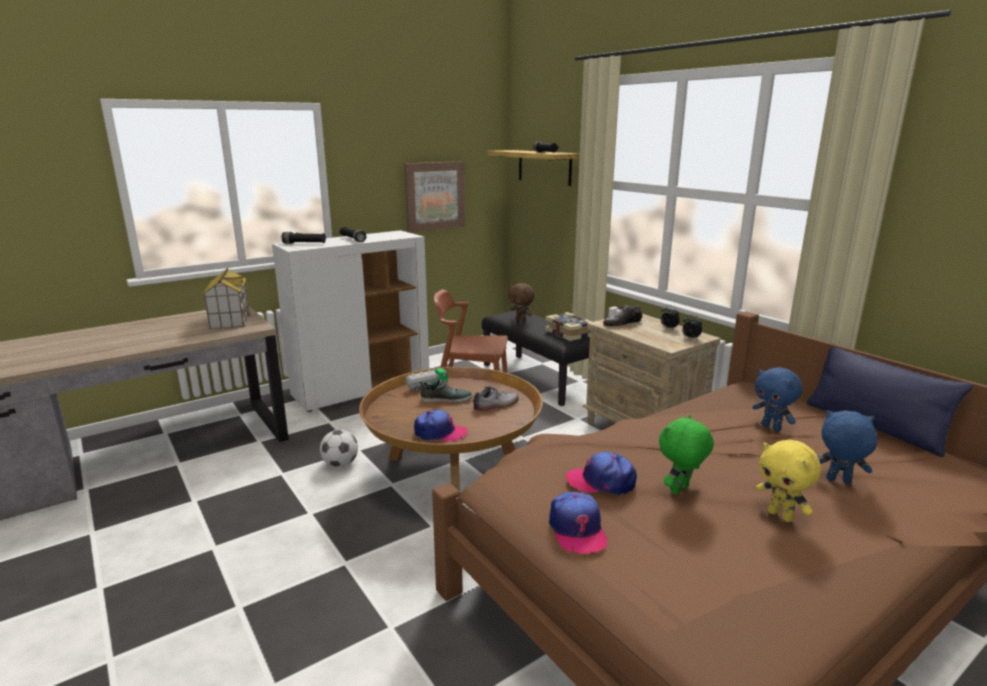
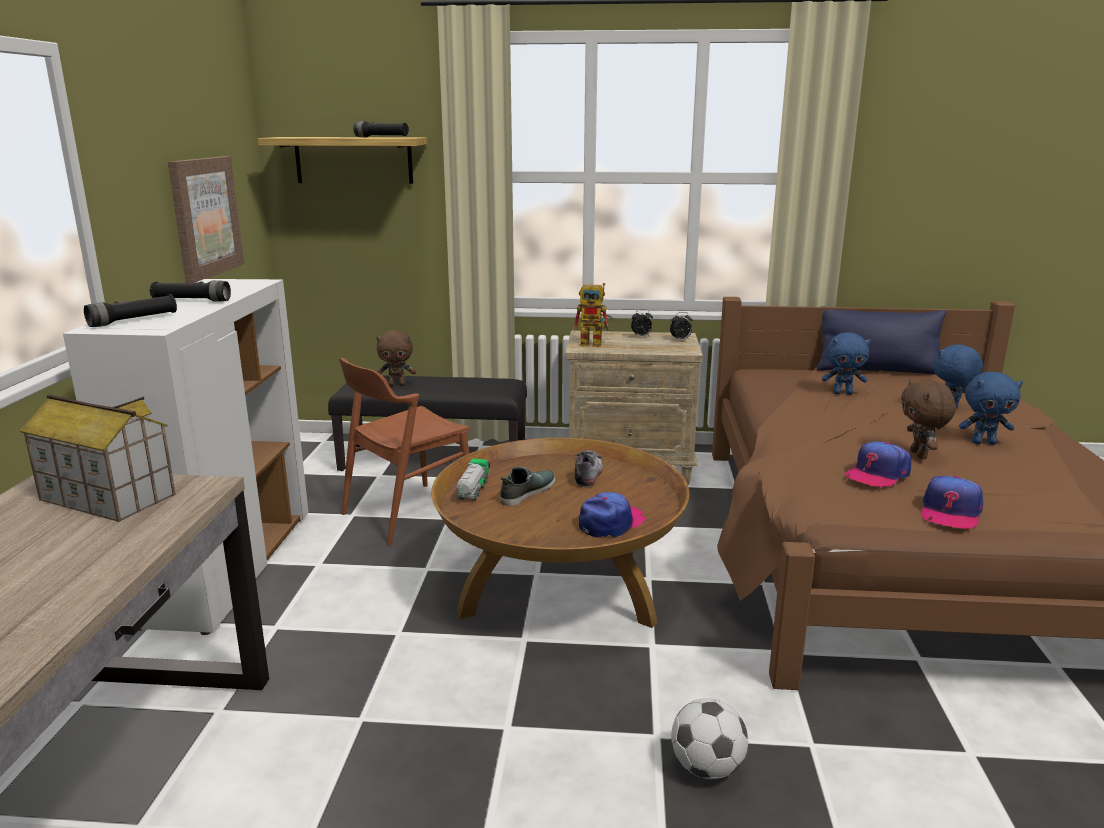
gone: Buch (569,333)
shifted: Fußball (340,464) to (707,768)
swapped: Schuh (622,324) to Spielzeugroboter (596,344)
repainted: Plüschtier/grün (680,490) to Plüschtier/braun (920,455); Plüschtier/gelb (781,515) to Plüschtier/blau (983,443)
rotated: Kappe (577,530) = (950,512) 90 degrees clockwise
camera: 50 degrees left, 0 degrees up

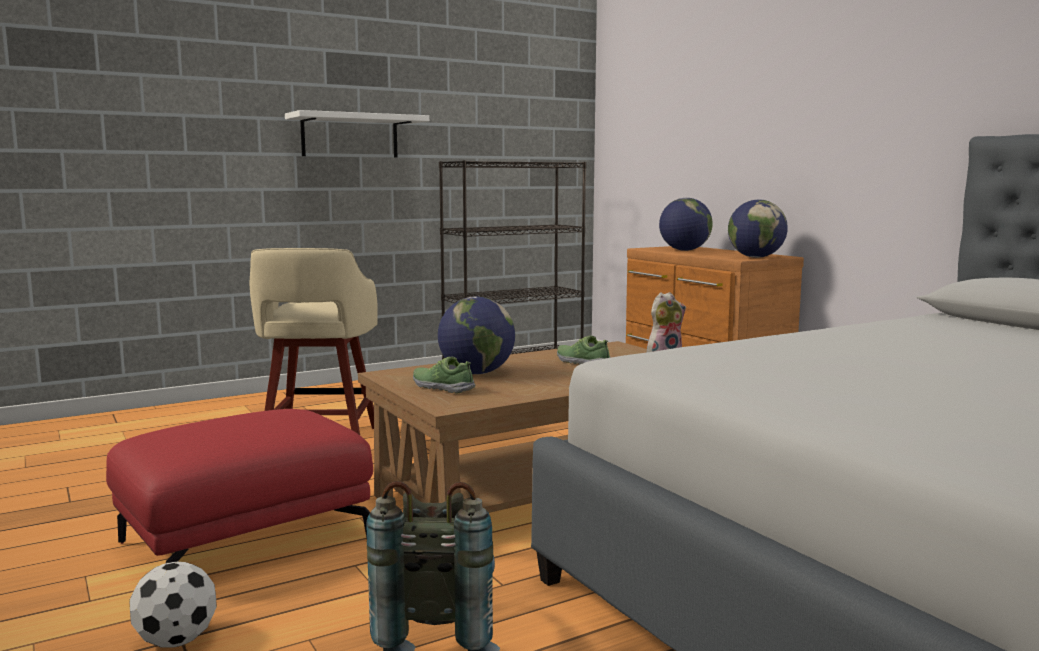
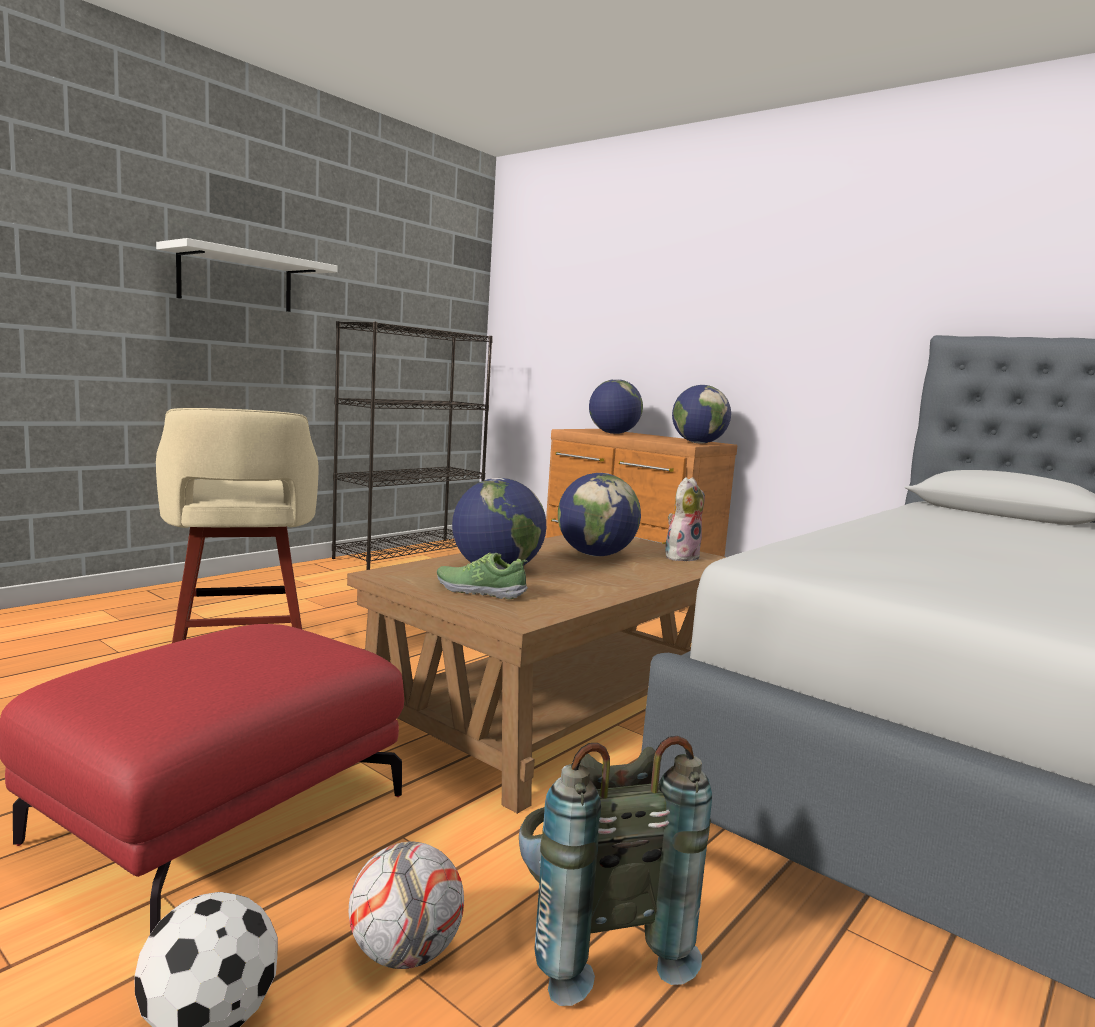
new: Fußball (404,953)
swapped: Schuh (582,362) to Globus (595,555)
camera: 20 degrees left, 0 degrees up

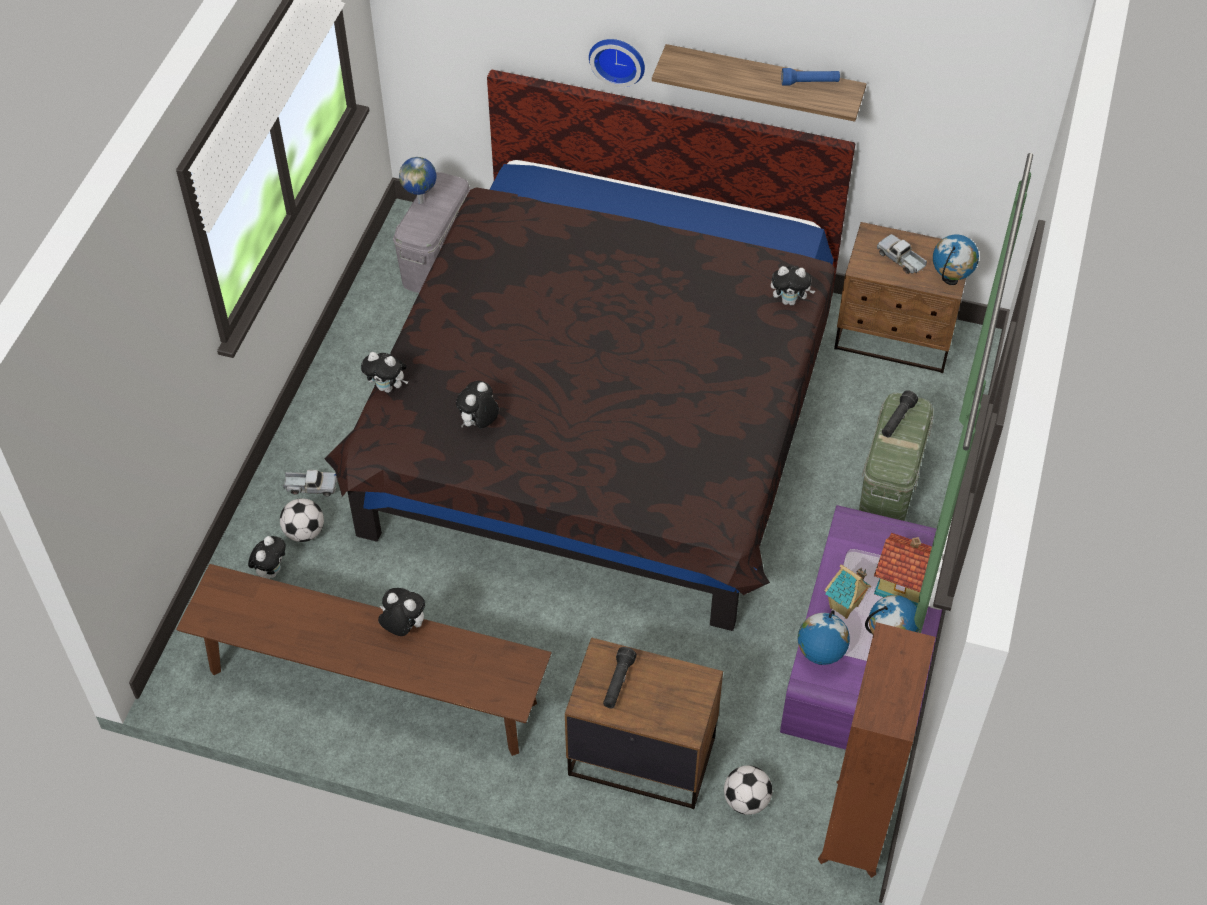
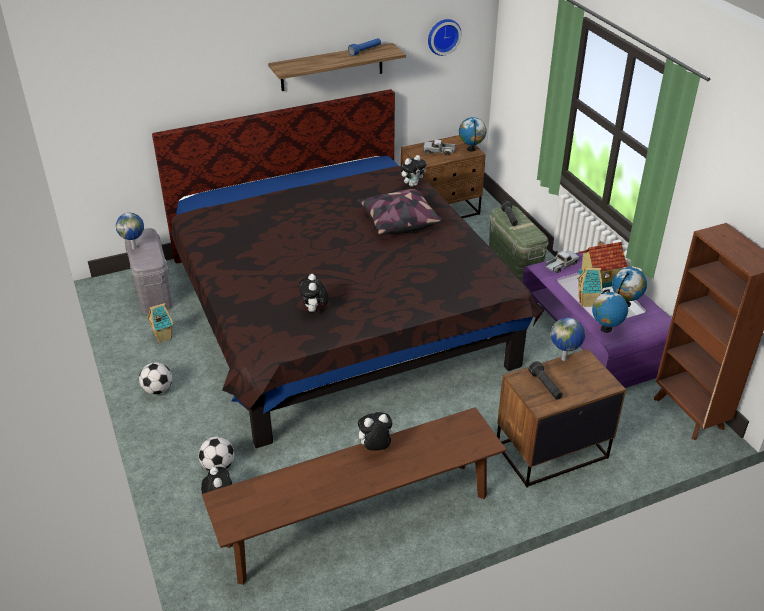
gone: Plüschtier (388,387)
new: Spielzeughaus (162,337); Kissen (399,221); Globus (564,359)
shifted: Spielzeuglaster (311,487) to (561,265); Wanduhr (618,59) to (443,36); Fußball (746,800) to (158,390)
camera: 40 degrees left, 15 degrees down

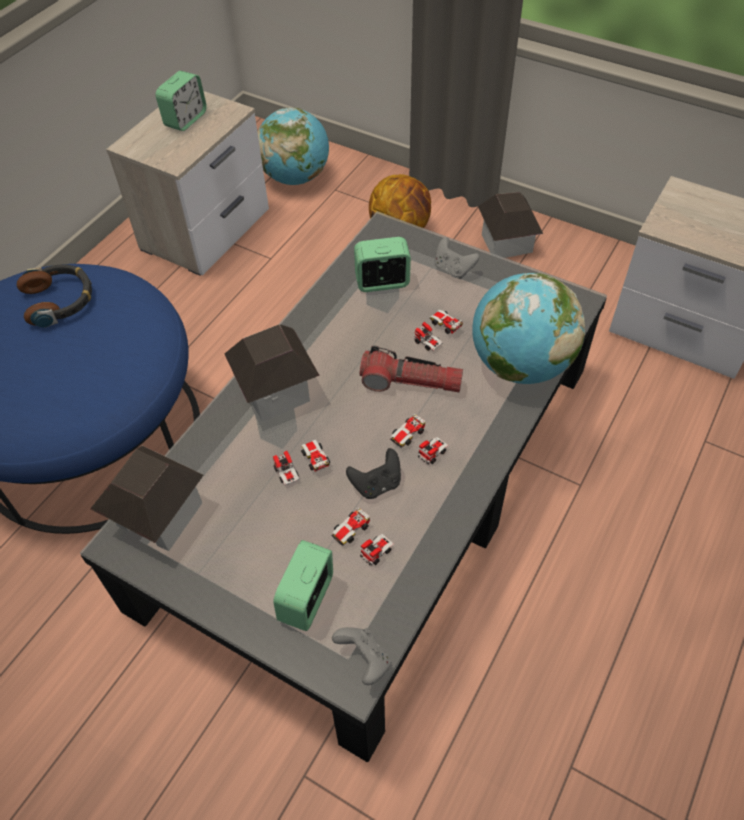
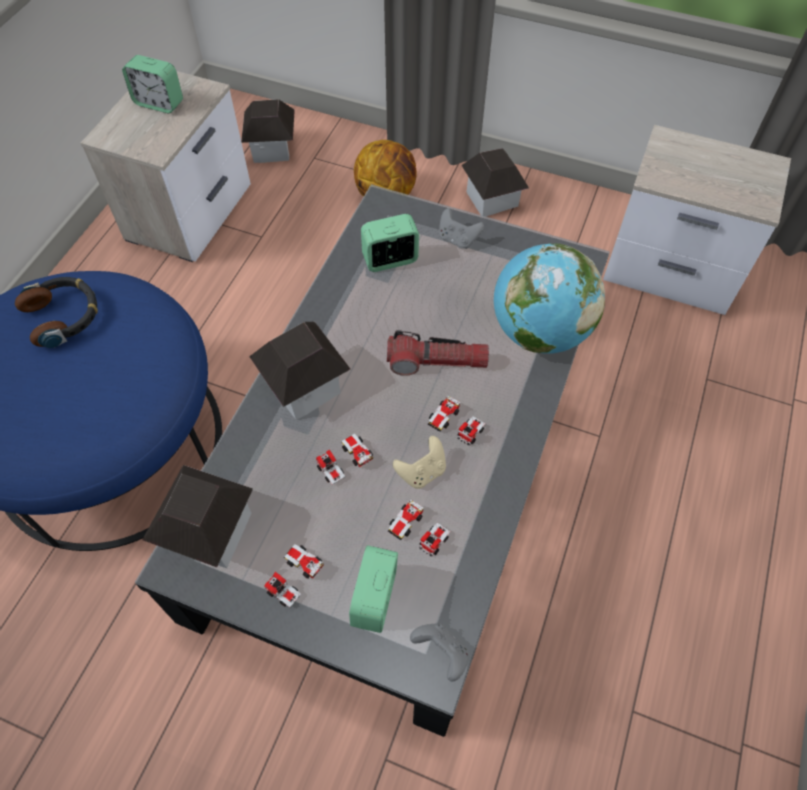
shifted: Spielzeugauto (436,333) to (293,577)
swapped: Globus (296,177) to Spielzeughaus (272,148)
repainted: Gamepad/schwarz (376,484) to Gamepad/beige (422,472)
rotated: Wecker (185,119) = (159,103) 90 degrees clockwise
camera: 10 degrees left, 5 degrees up

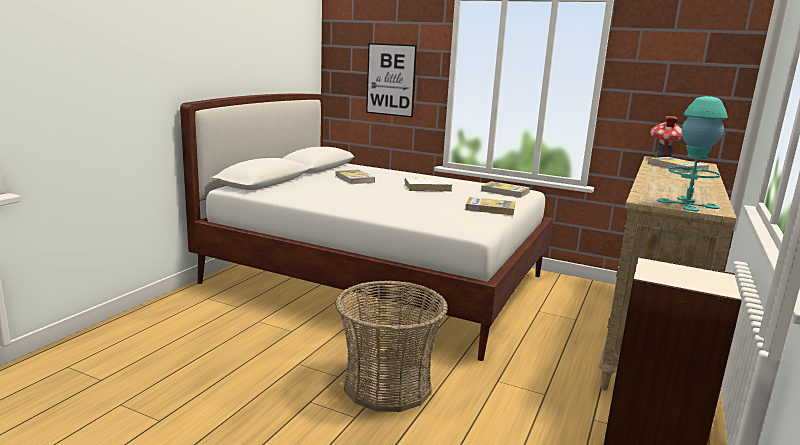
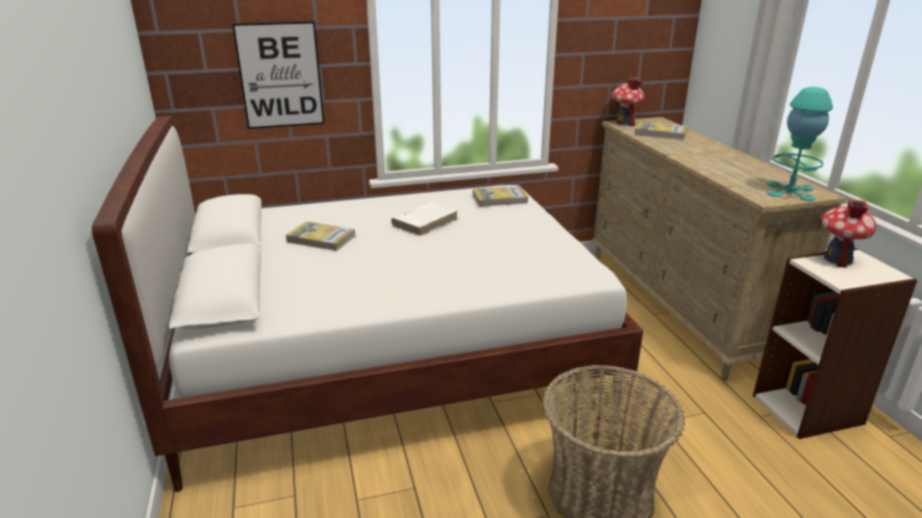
gone: Buch (490,208)
new: Spielzeughaus (837,259)
camera: 40 degrees left, 10 degrees up

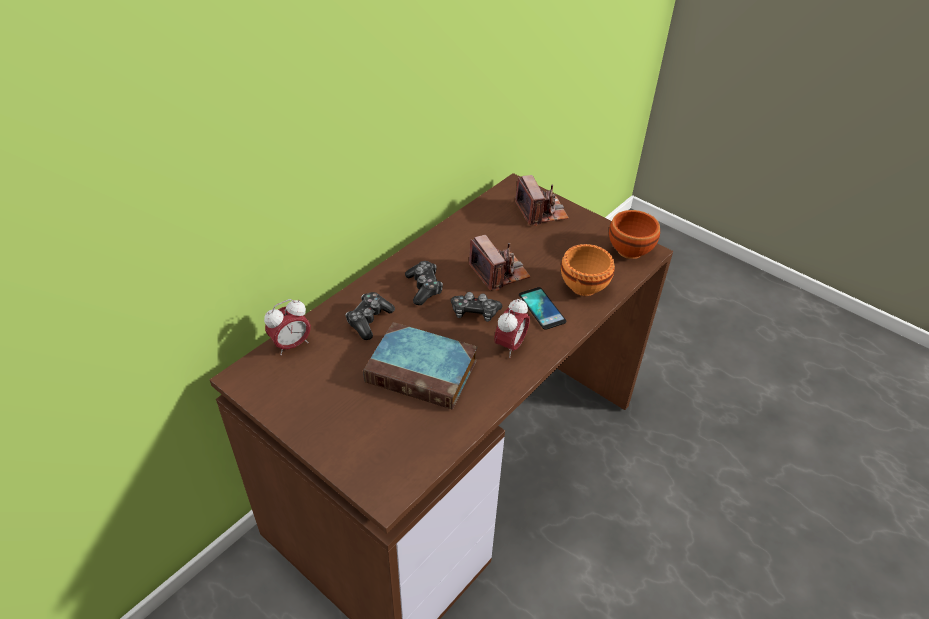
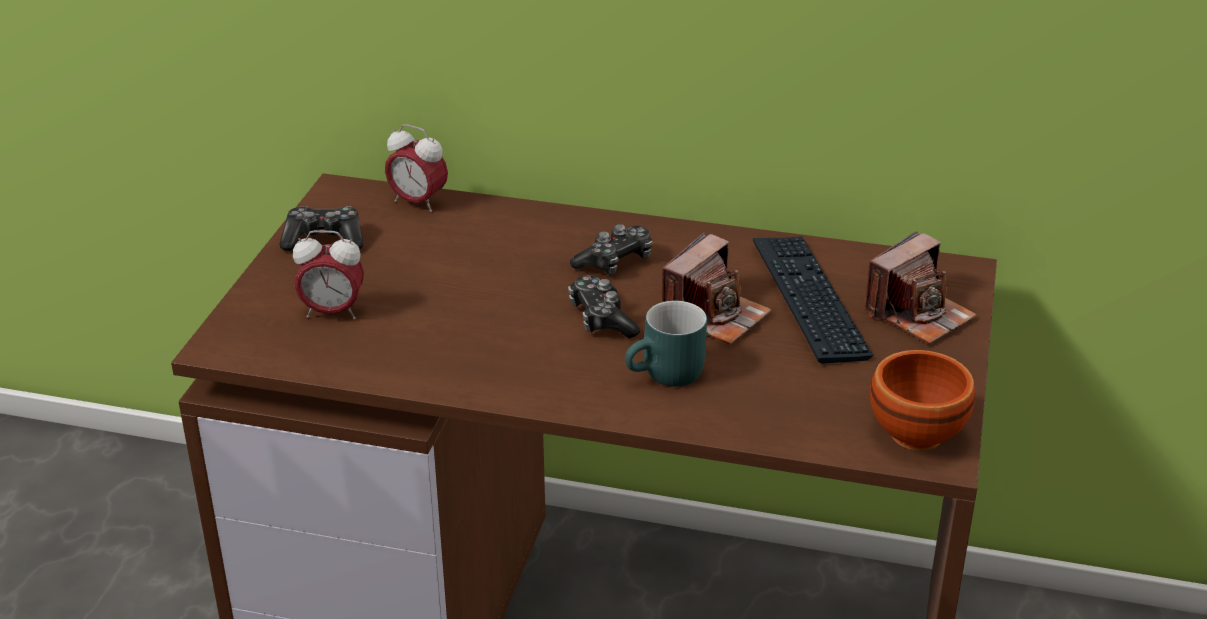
gone: Buch (424,371); Schüssel/orange (583,288)
new: Tastatur (809,300)
shifted: Gamepad (369,320) to (324,240); Wecker (510,346) to (332,312)
swapped: Handy (542,309) to Henkelbecher/türkis (667,377)
camera: 65 degrees right, 10 degrees down

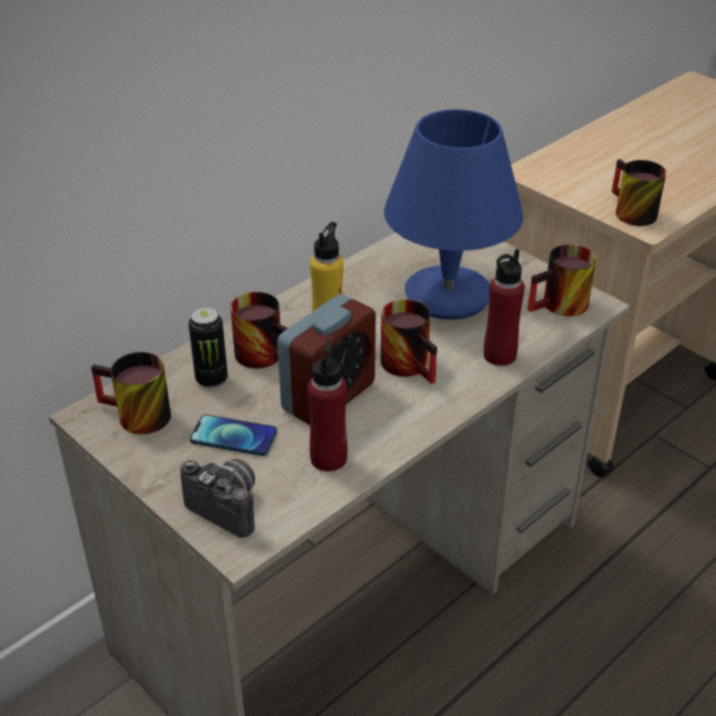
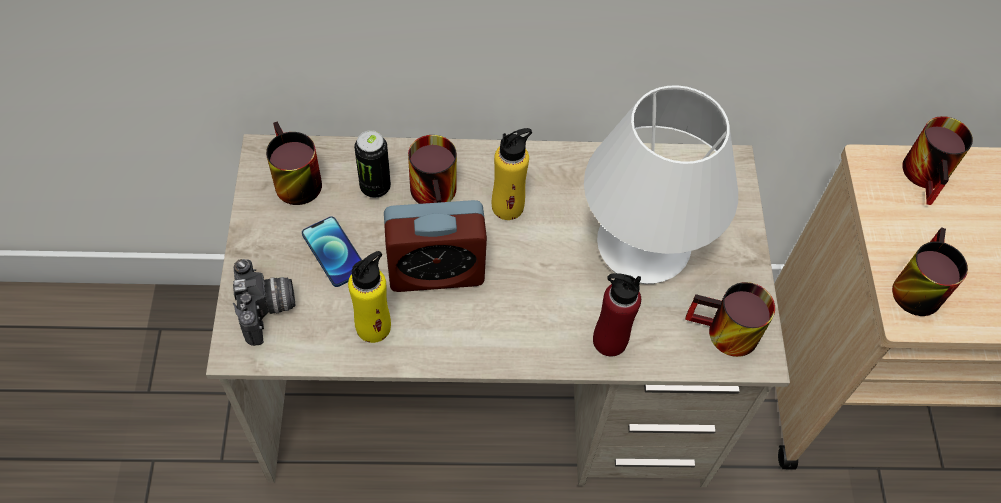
shifted: Henkelbecher (413,364) to (929,177)
repainted: Flasche/rot (328,458) to Flasche/gelb (373,327); Tischlampe/blau (447,295) to Tischlampe/weiß (641,245)
camera: 40 degrees right, 20 degrees up

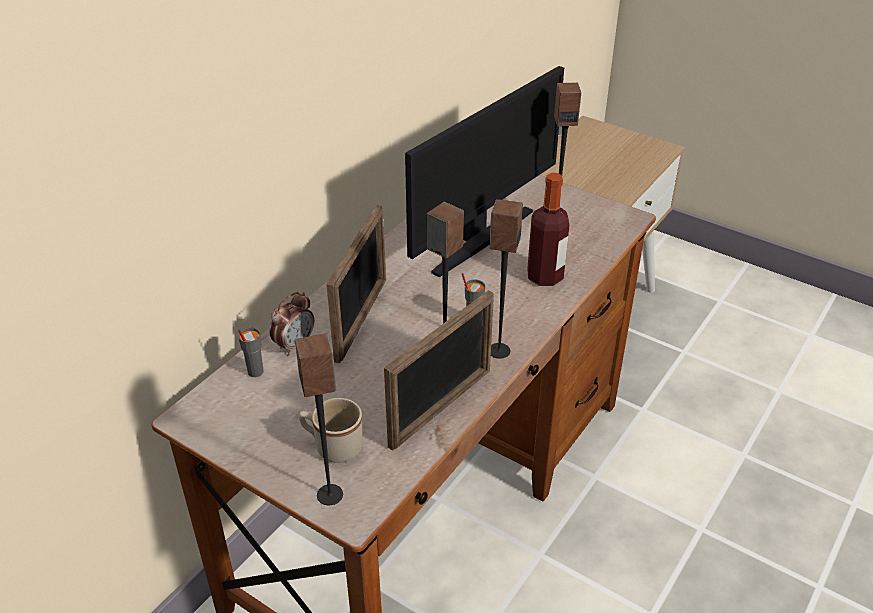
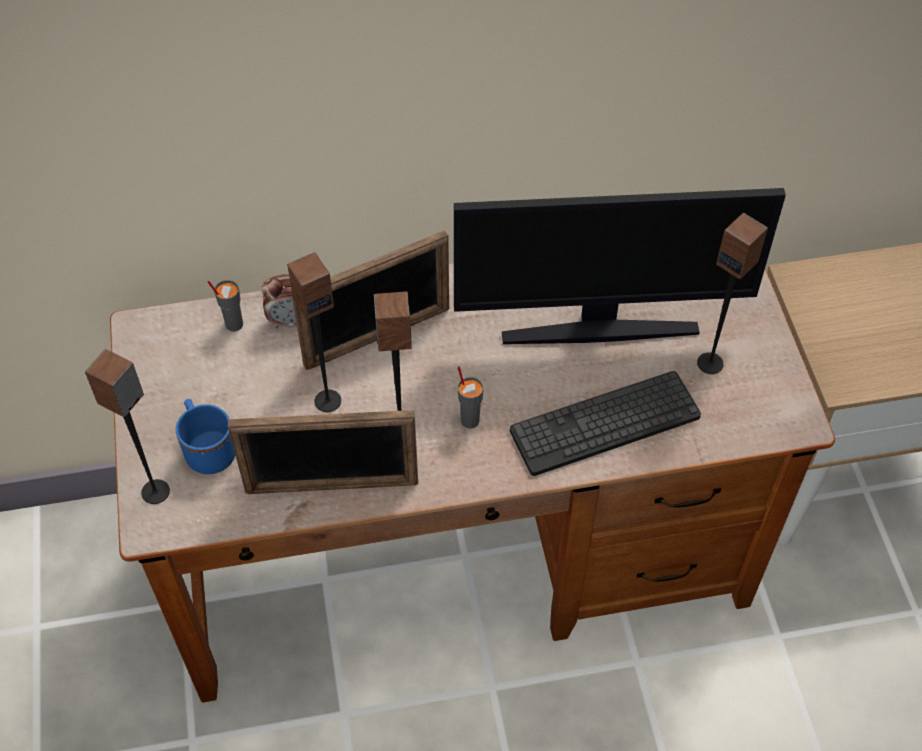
shifted: Lautsprecher (498,350) to (327,400)
swapped: Flasche (545,276) to Tastatur (605,424)
repainted: Henkelbecher/beige (332,446) to Henkelbecher/blau (208,448)
camera: 45 degrees right, 15 degrees up

